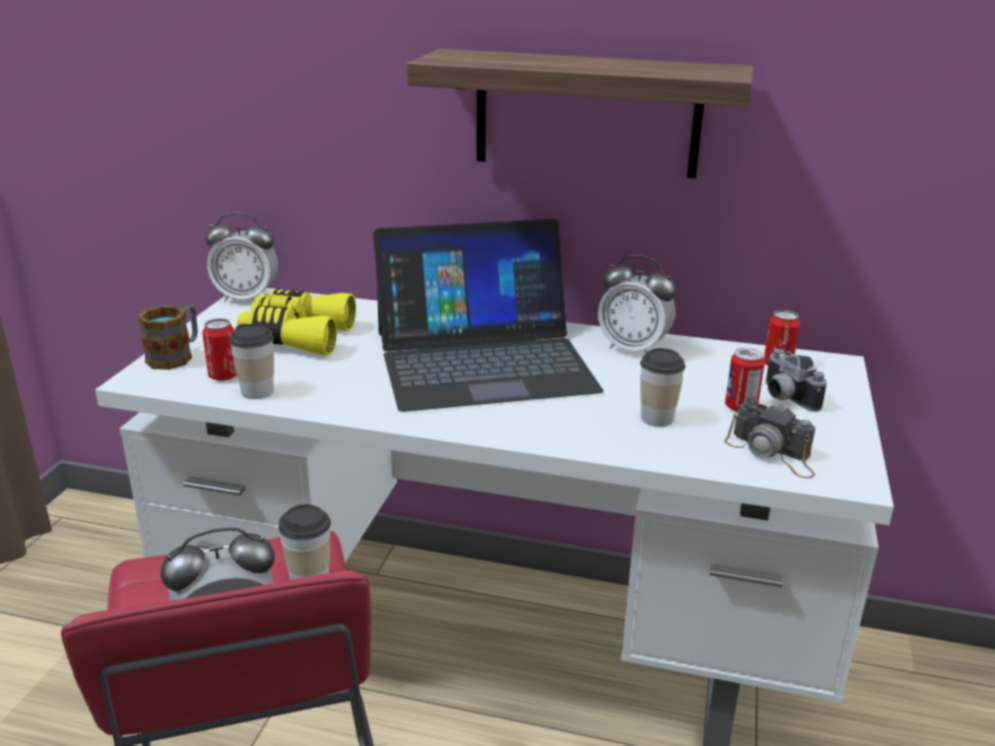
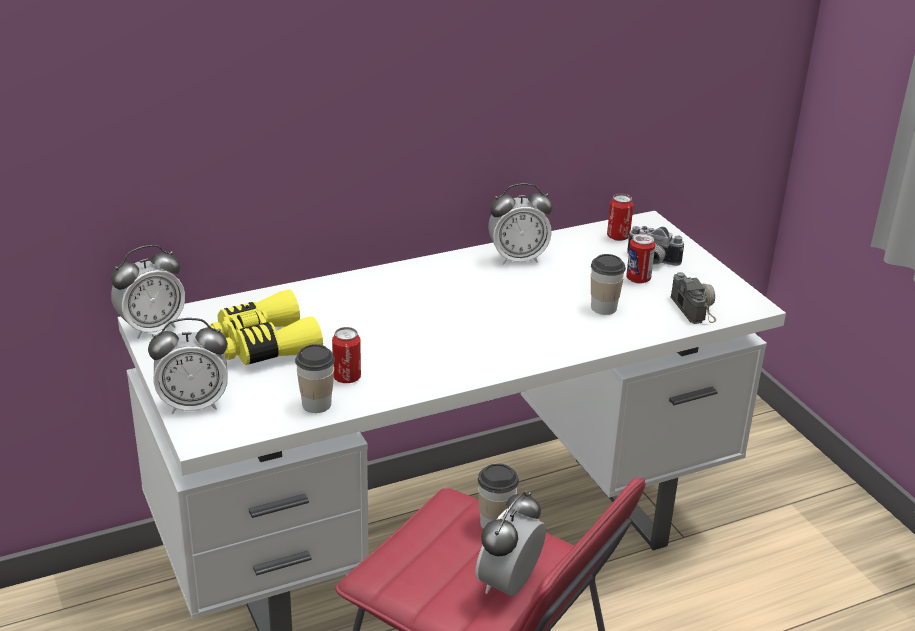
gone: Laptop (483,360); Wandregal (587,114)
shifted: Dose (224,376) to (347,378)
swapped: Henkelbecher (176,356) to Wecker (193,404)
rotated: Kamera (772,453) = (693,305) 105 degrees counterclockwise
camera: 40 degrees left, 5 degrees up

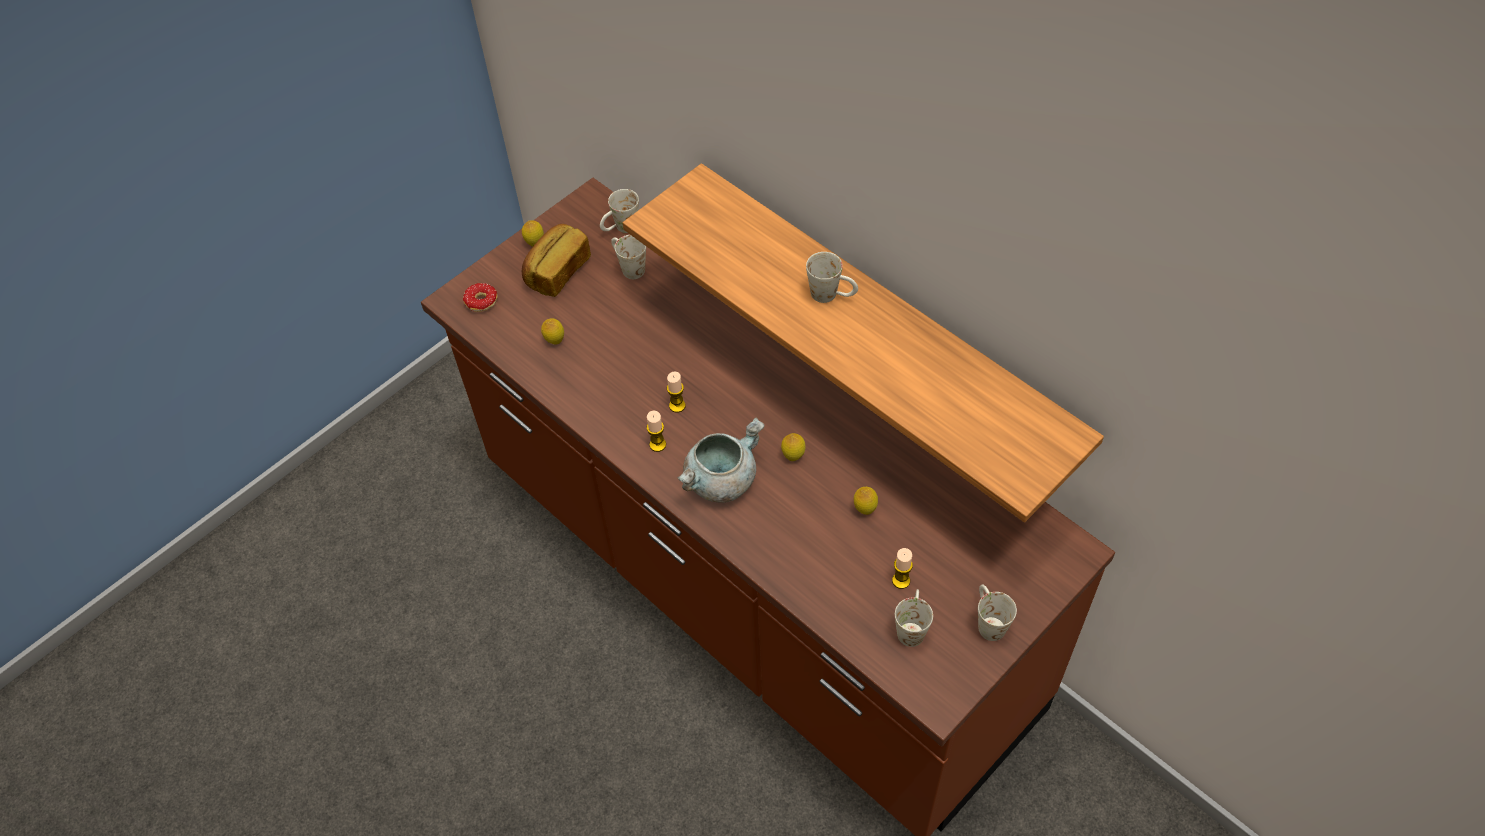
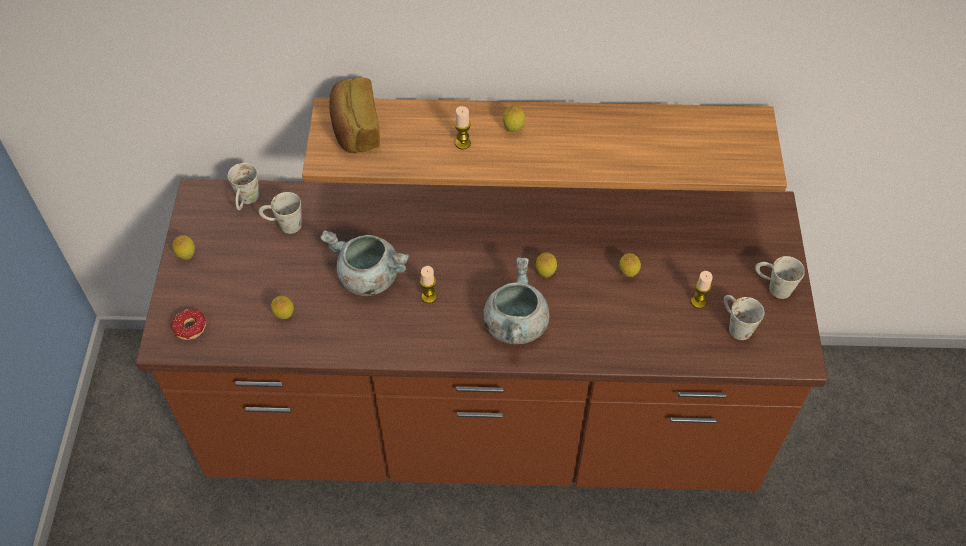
new: Kochtopf/grau (367,277)
shifted: Brot (557,272) to (355,129); Kerze (657,444) to (463,143)
swapped: Henkelbecher/weiß (832,295) to Zitrone (513,129)
camera: 45 degrees left, 0 degrees up

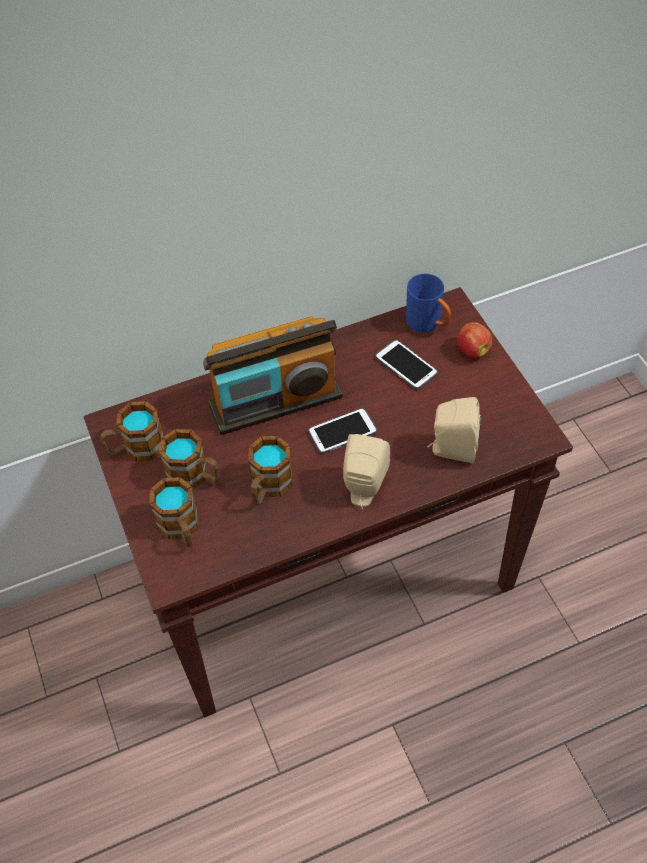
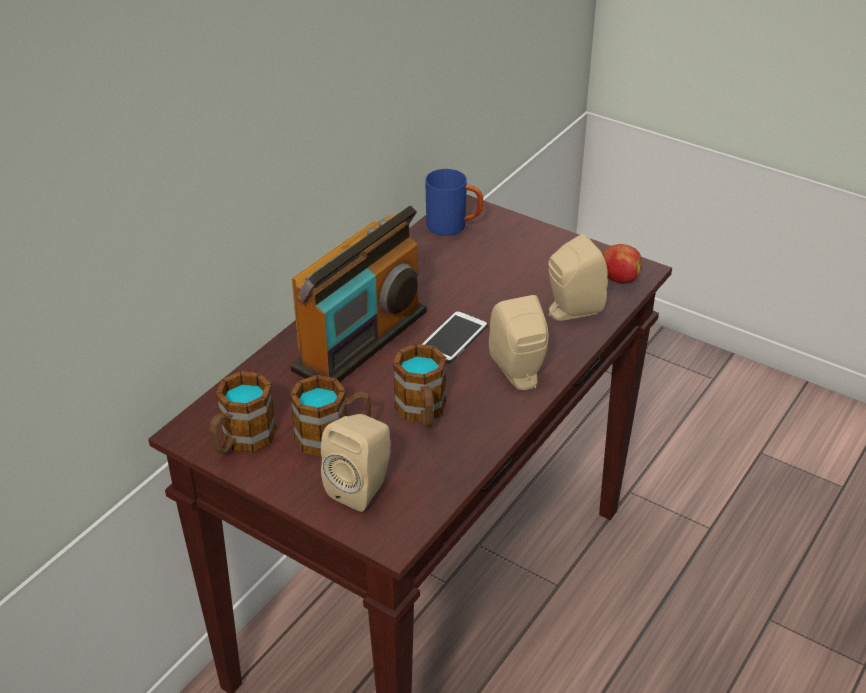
gone: Handy (406,365)
shifted: Apfel (472,350) to (618,279)
swapped: Henkelbecher (181,529) to Lautsprecher/beige (362,487)
camera: 35 degrees left, 15 degrees down

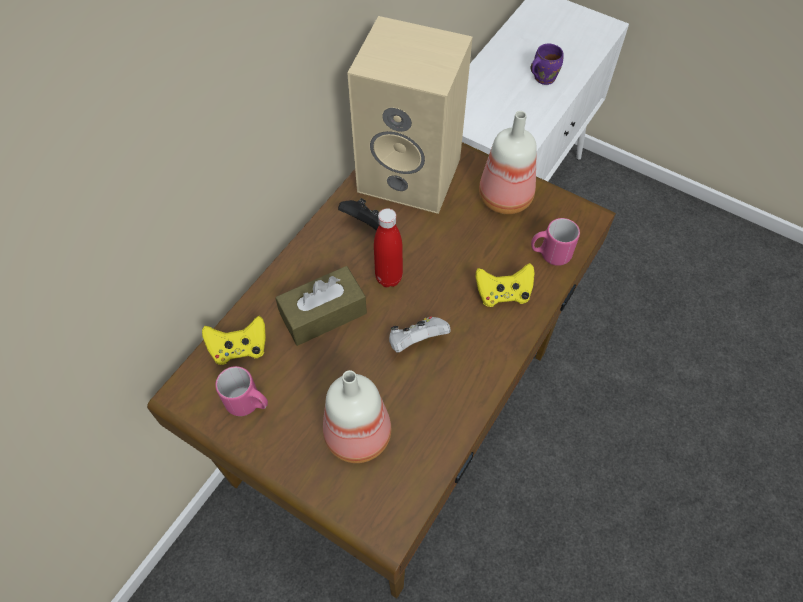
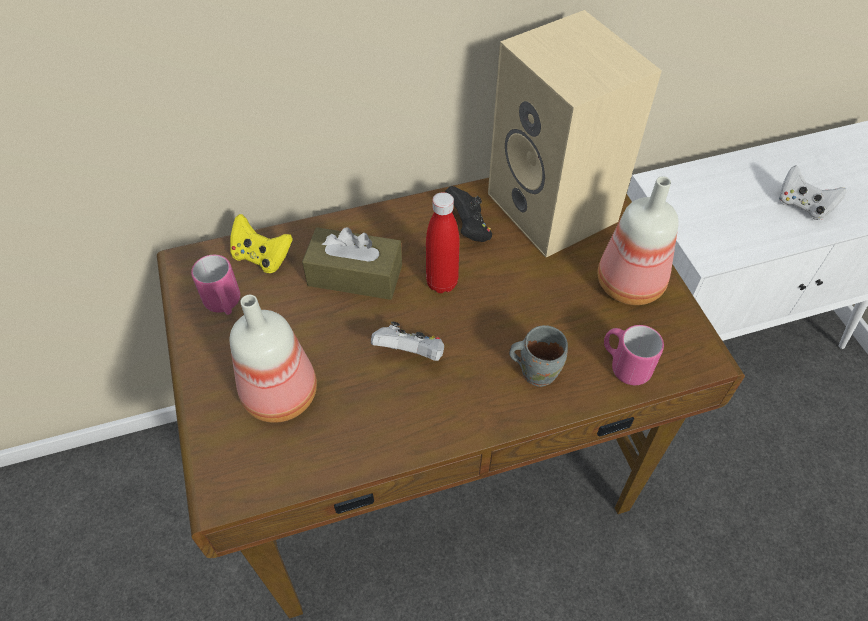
swapped: Gamepad/gelb (503,294) to Henkelbecher/grau (536,369); Henkelbecher/lila (542,77) to Gamepad/weiß (803,205)
camera: 40 degrees right, 5 degrees down

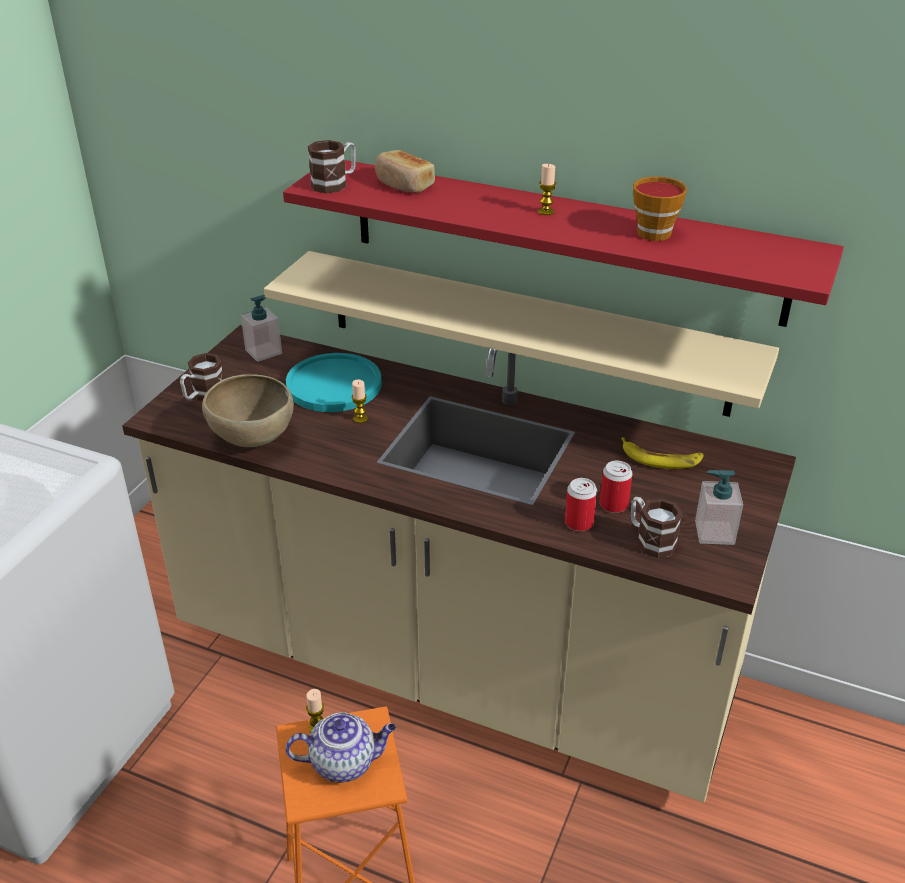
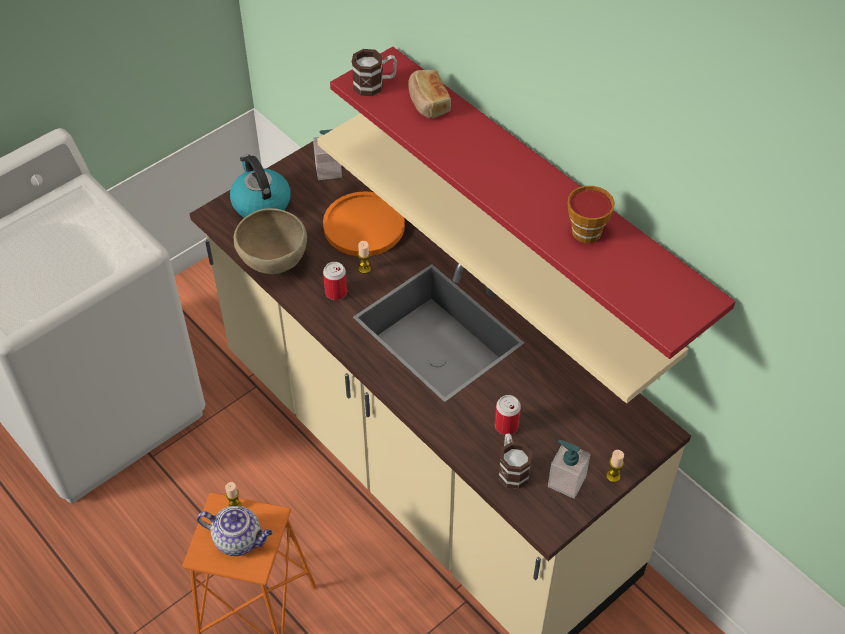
gone: Banane (661,458)
shifted: Kerze (546,211) to (613,476); Dose (579,523) to (336,292)
swapped: Henkelbecher (203,396) to Wasserkessel (260,203)
repainted: Teller/türkis (334,385) to Teller/orange (364,225)
camera: 25 degrees right, 15 degrees up

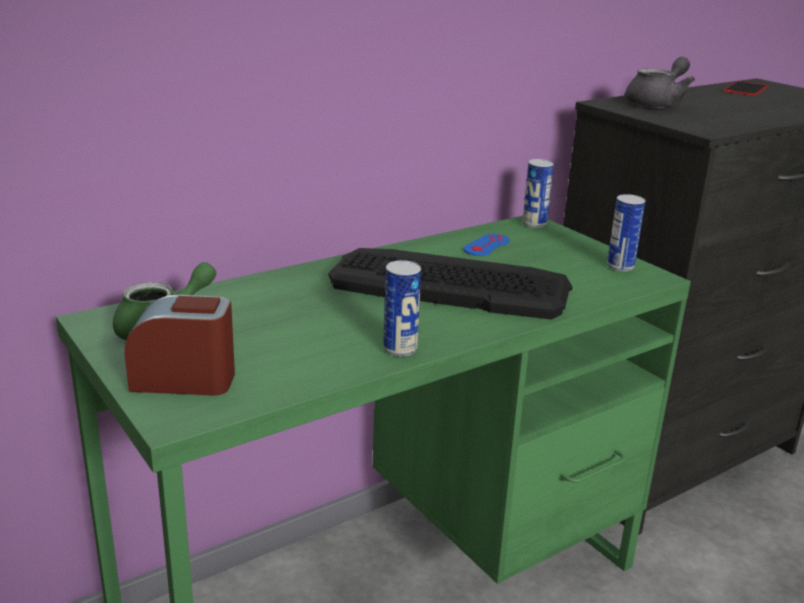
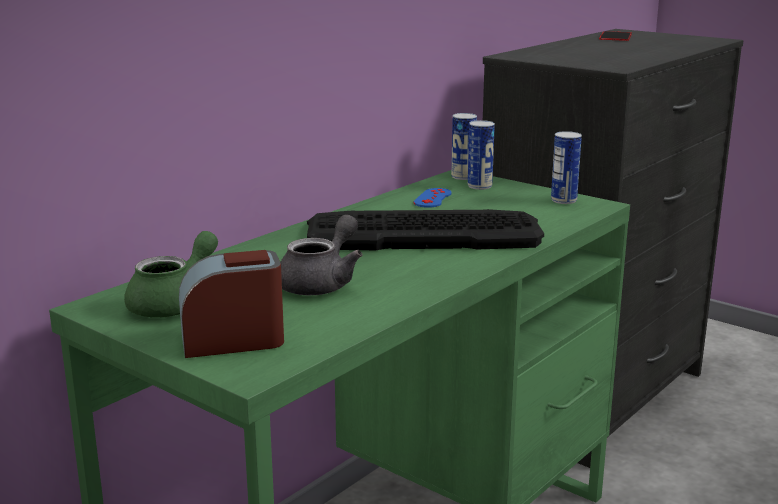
shifted: Dose (400,349) to (479,186); Teekanne/grau (657,103) to (322,283)
camera: 15 degrees left, 5 degrees down

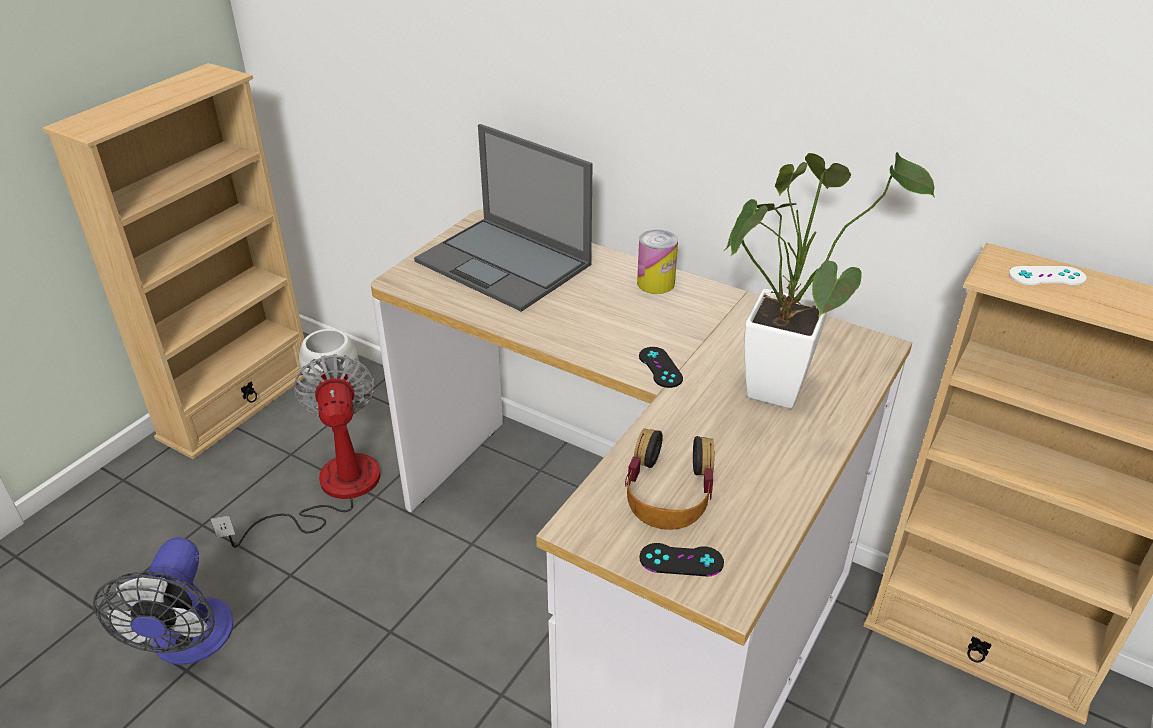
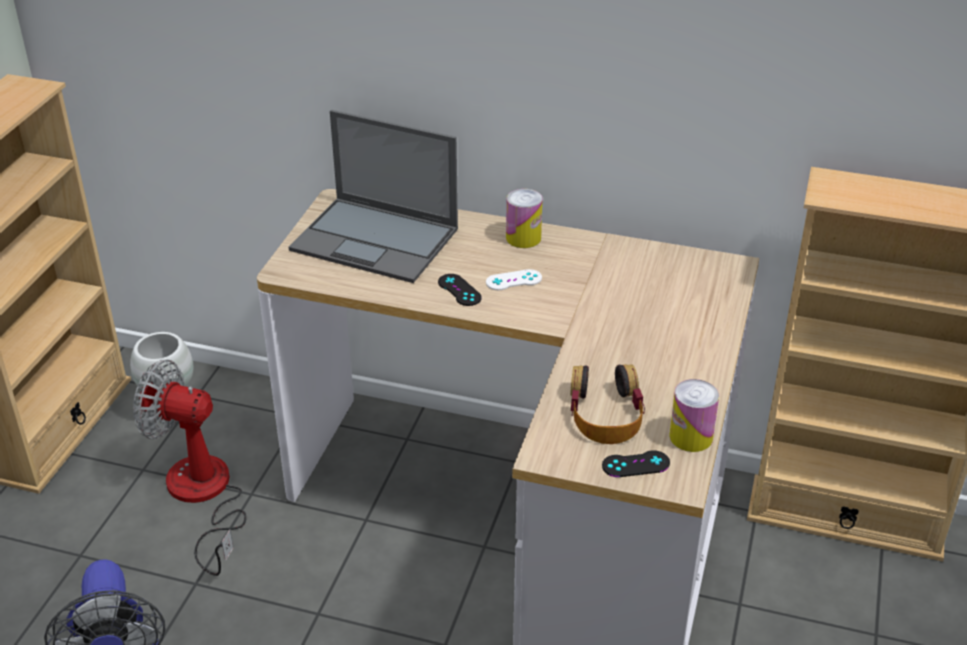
gone: Topfpflanze (779,382)
new: Dose (691,437)
shifted: Gamepad/schwarz (660,367) to (459,290); Gamepad/weiß (1047,276) to (513,280)
rotated: Ventilator (331,490) = (202,497) 45 degrees counterclockwise
camera: 15 degrees left, 0 degrees up

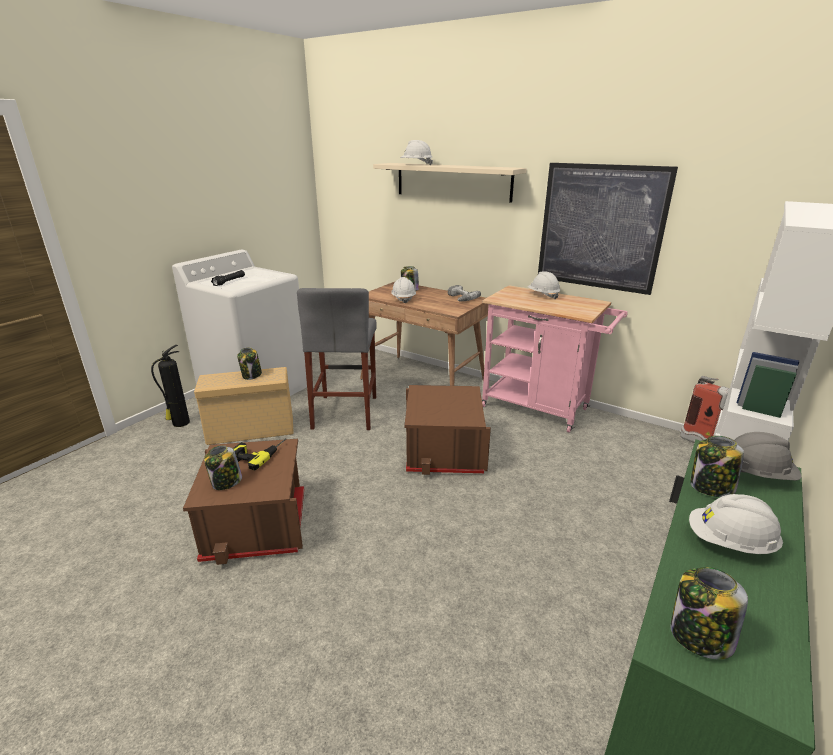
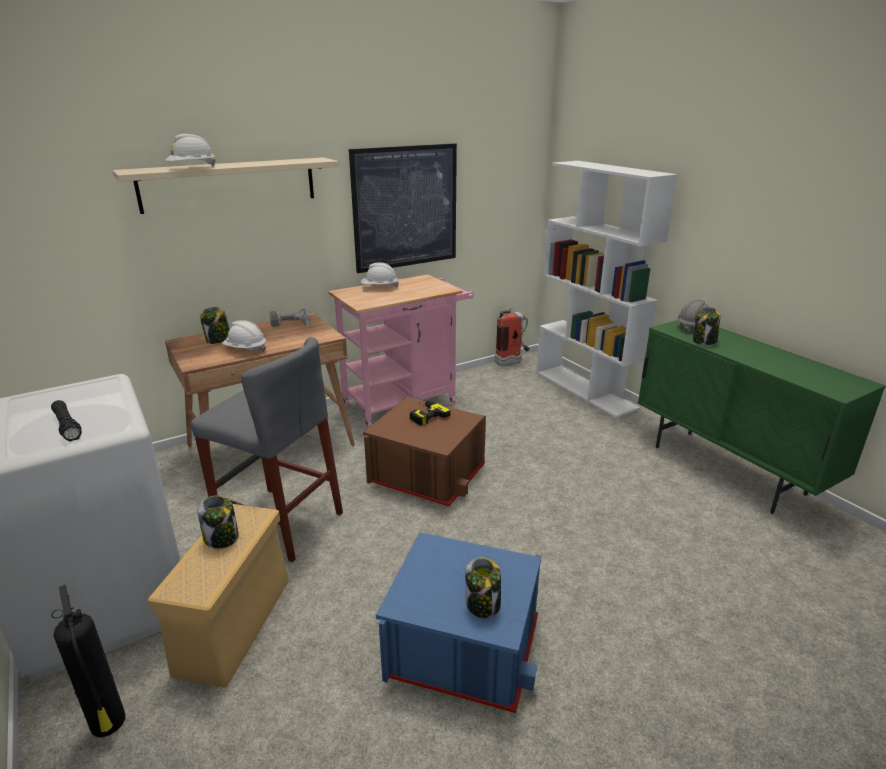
gone: Vorratsglas (699,637); Schutzhelm/weiß (729,543)
shifted: Bohrmaschine (258,453) to (422,413)
repainted: Aufbewahrungsbox/braun (257,522) to Aufbewahrungsbox/blau (463,647)
camera: 65 degrees left, 0 degrees up

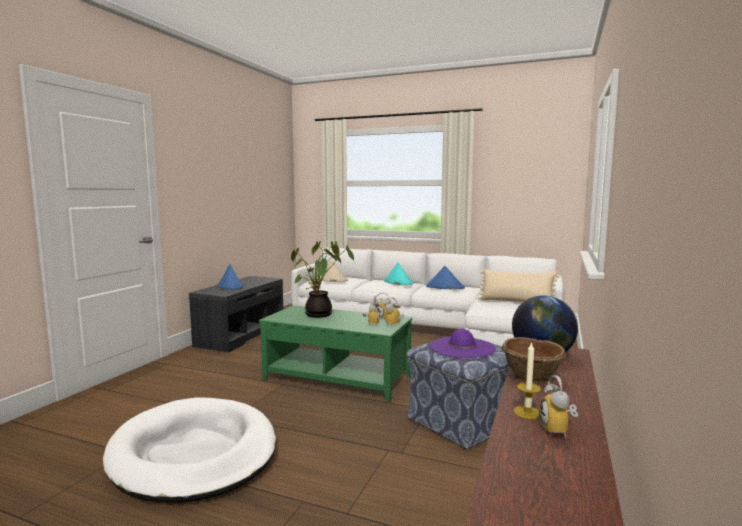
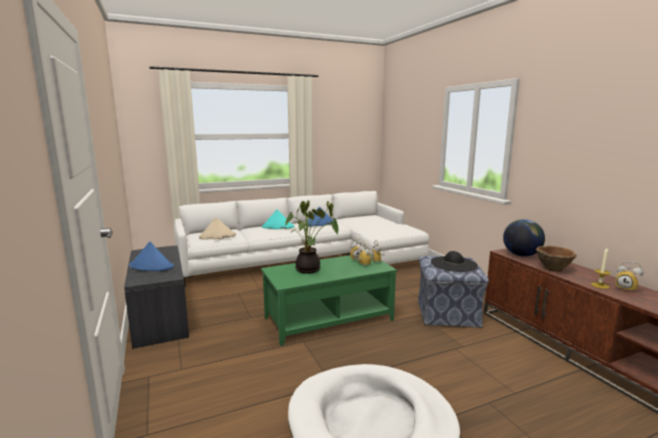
gone: Kissen/beige (516,302)
repainted: Hut/lila (462,347) to Hut/schwarz (453,264)
camera: 45 degrees left, 5 degrees up

